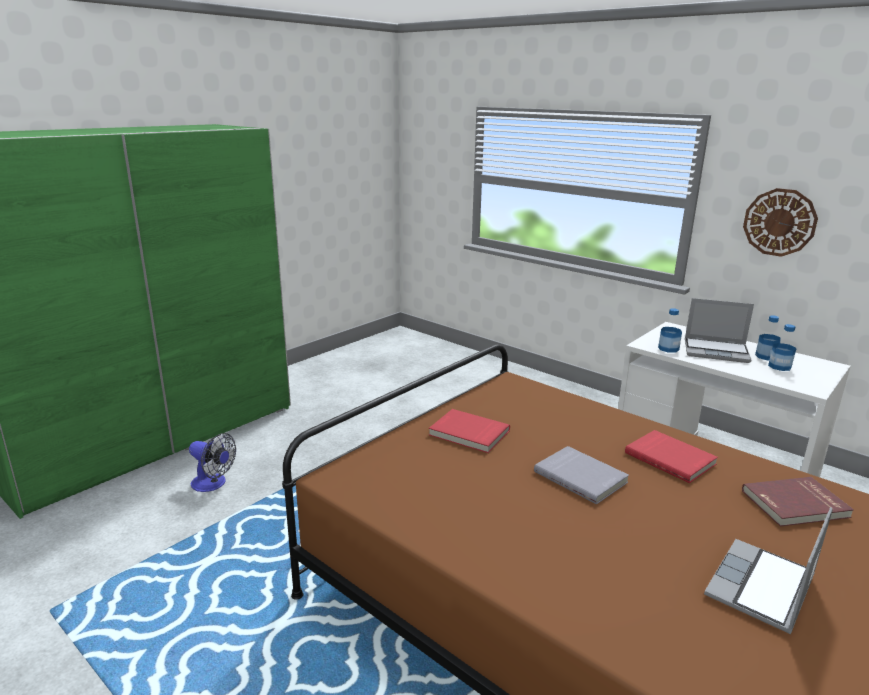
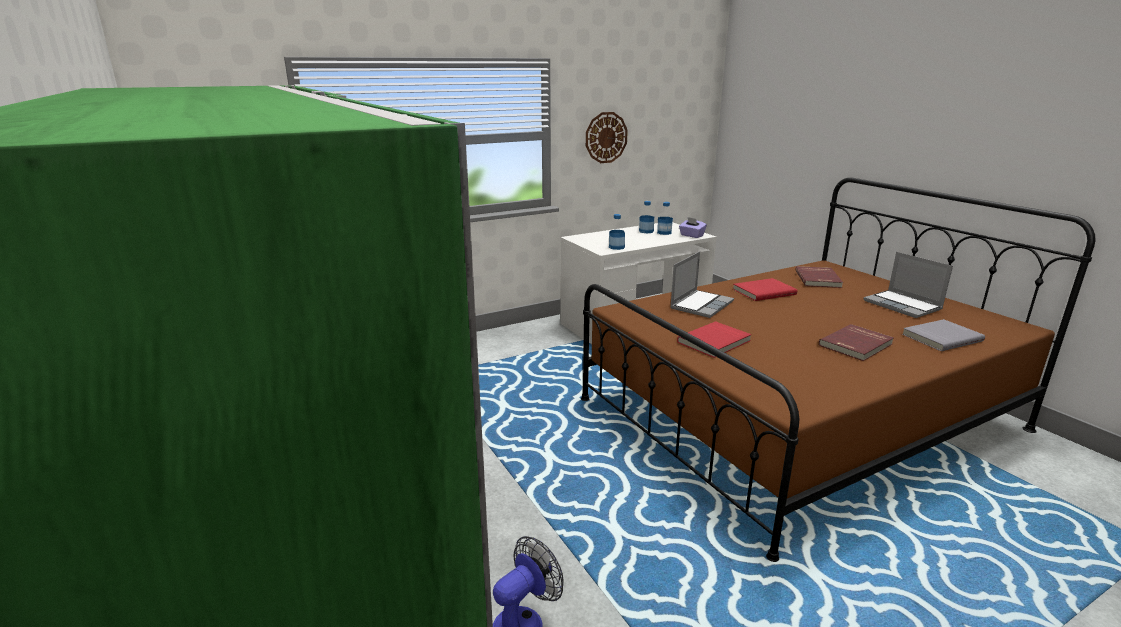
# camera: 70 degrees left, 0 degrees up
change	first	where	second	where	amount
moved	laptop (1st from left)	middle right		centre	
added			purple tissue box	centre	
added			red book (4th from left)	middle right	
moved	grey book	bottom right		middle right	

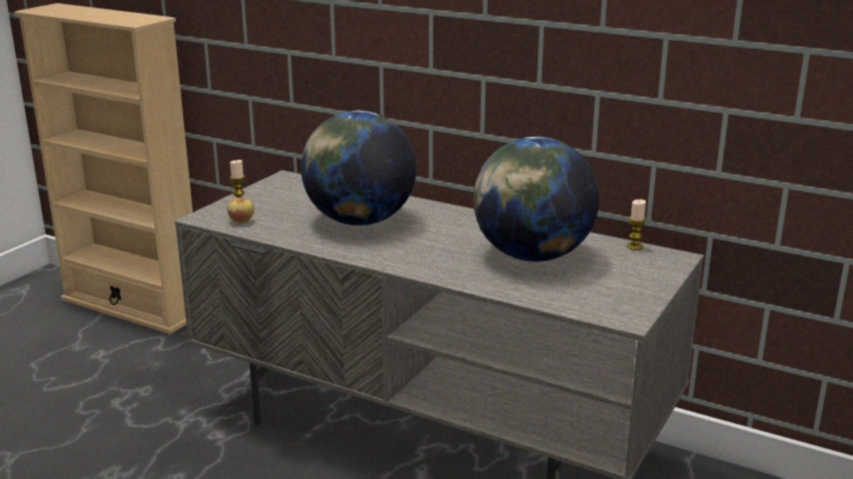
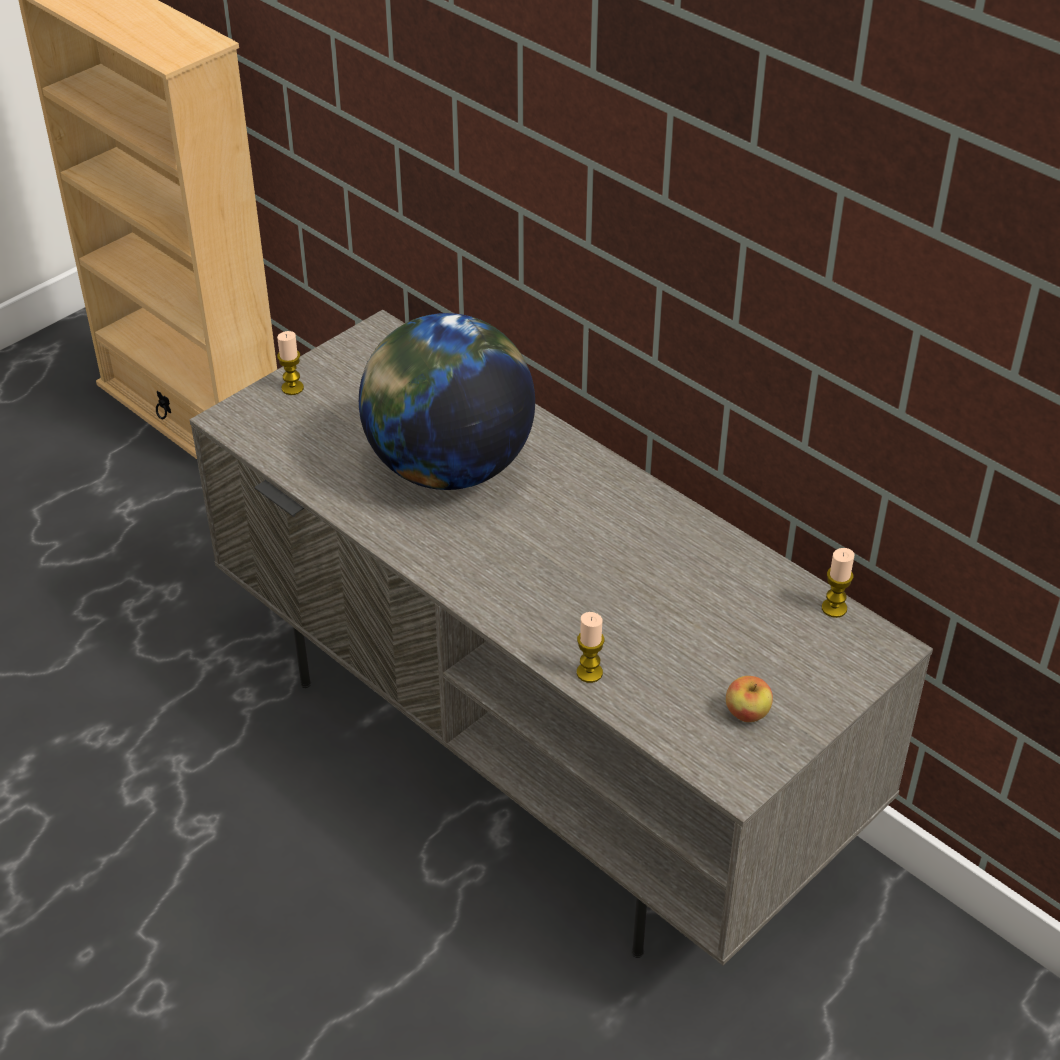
# camera: 15 degrees right, 20 degrees up
change	first	where	second	where	amount
added			candle (2nd from left)	centre	
moved	apple	middle left		middle right	
removed	globe (2nd from left)	centre			

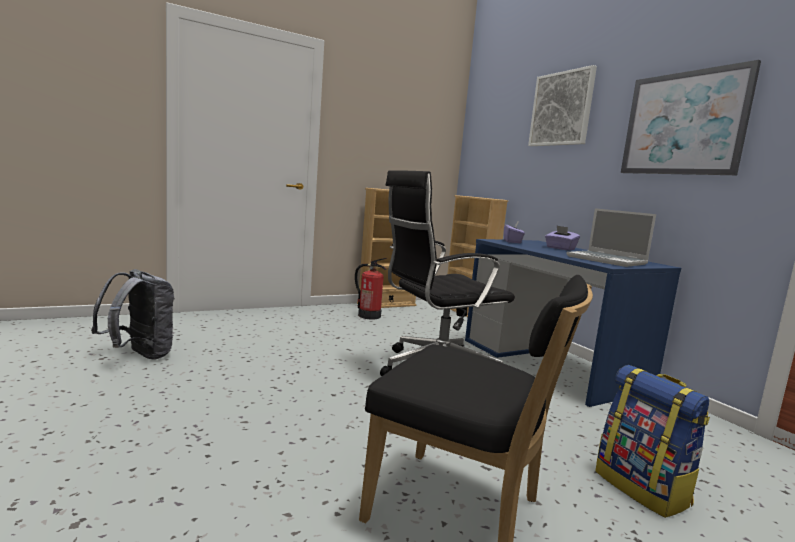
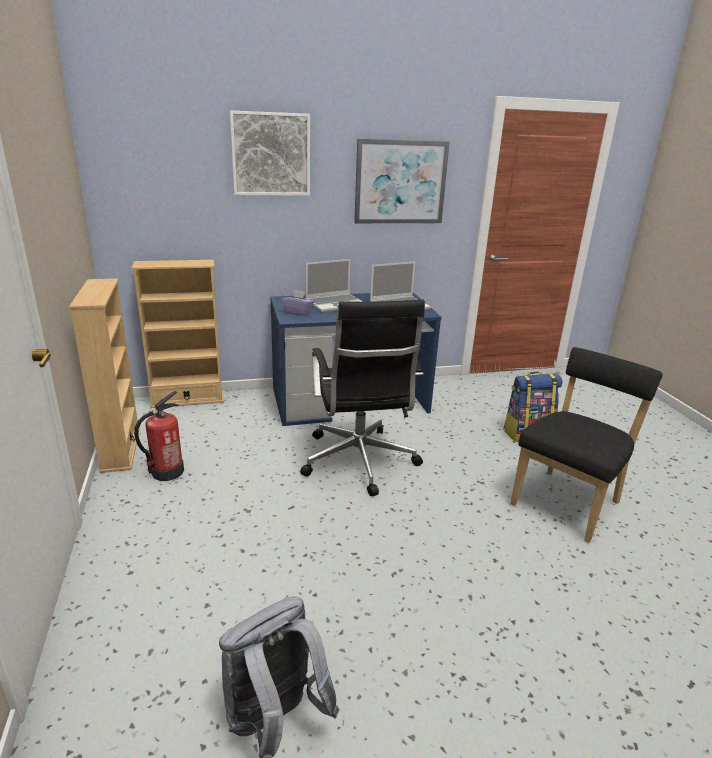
# camera: 75 degrees left, 15 degrees up
change	first	where	second	where	amount
replaced	purple tissue box (2nd from left)	middle right	laptop (1st from left)	centre	

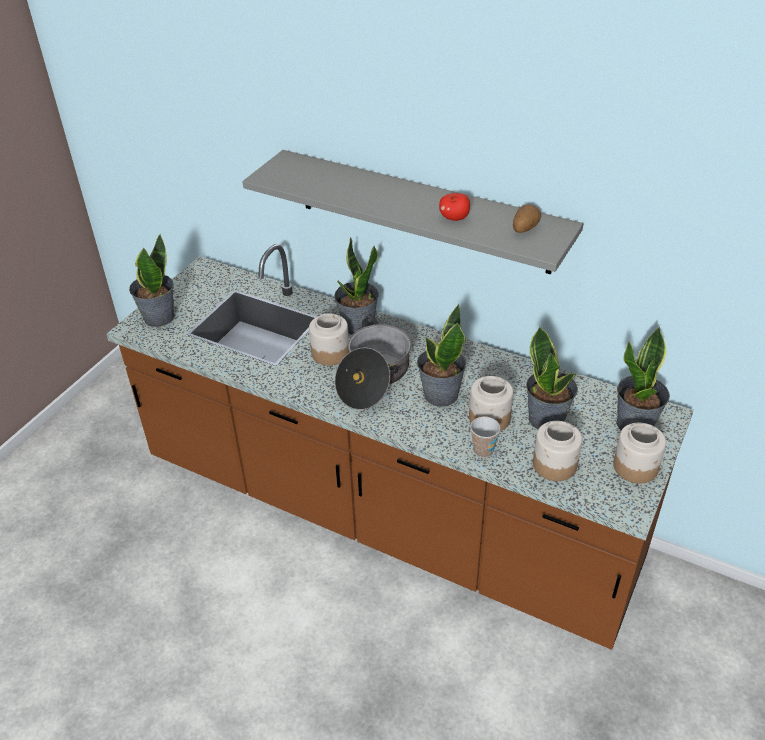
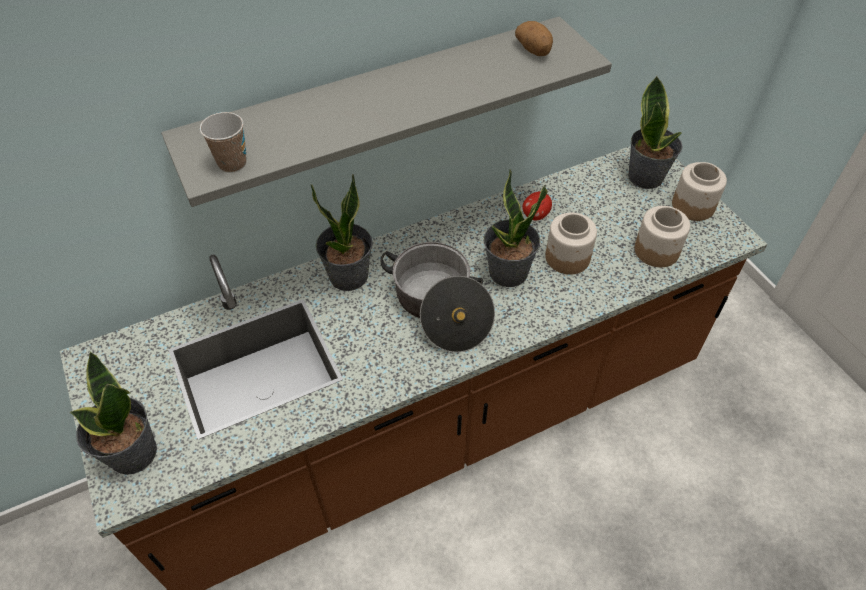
# camera: 55 degrees left, 10 degrees up
change	first	where	second	where	amount
moved	cup	centre		top left	
moved	apple	top centre		centre	
removed	jar (1st from left)	centre			
removed	potted plant (4th from left)	middle right			

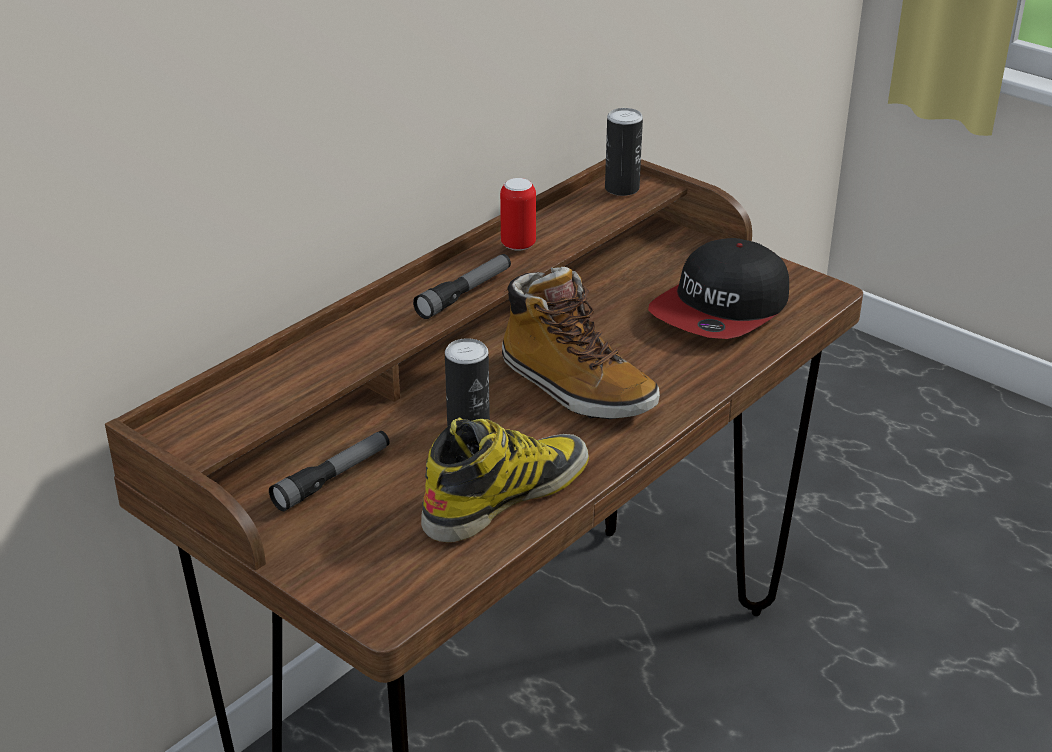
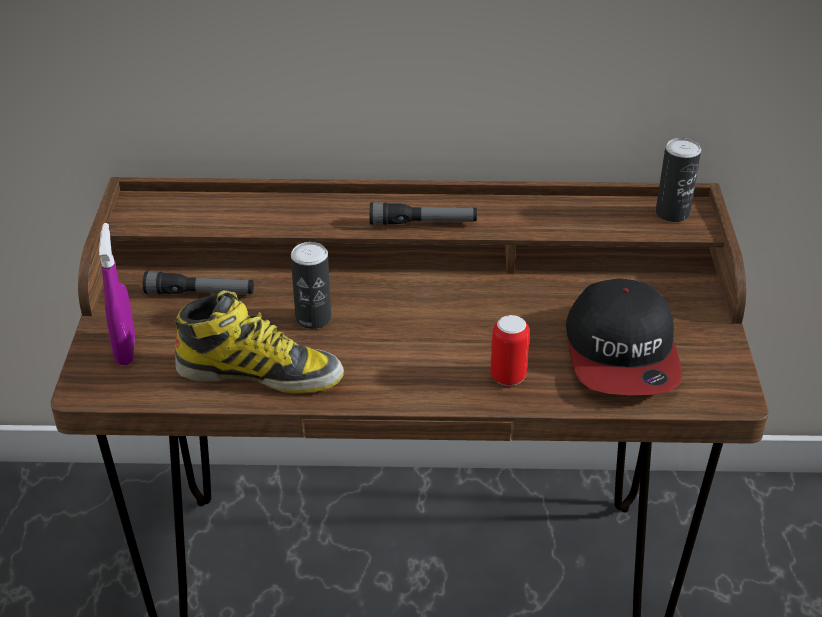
# camera: 50 degrees right, 5 degrees up
change	first	where	second	where	amount
added			purple spray bottle	middle left	
moved	can (2nd from left)	top centre		centre	
turned	cap	middle right		middle right	90 degrees counterclockwise
removed	boot (2nd from left)	centre			

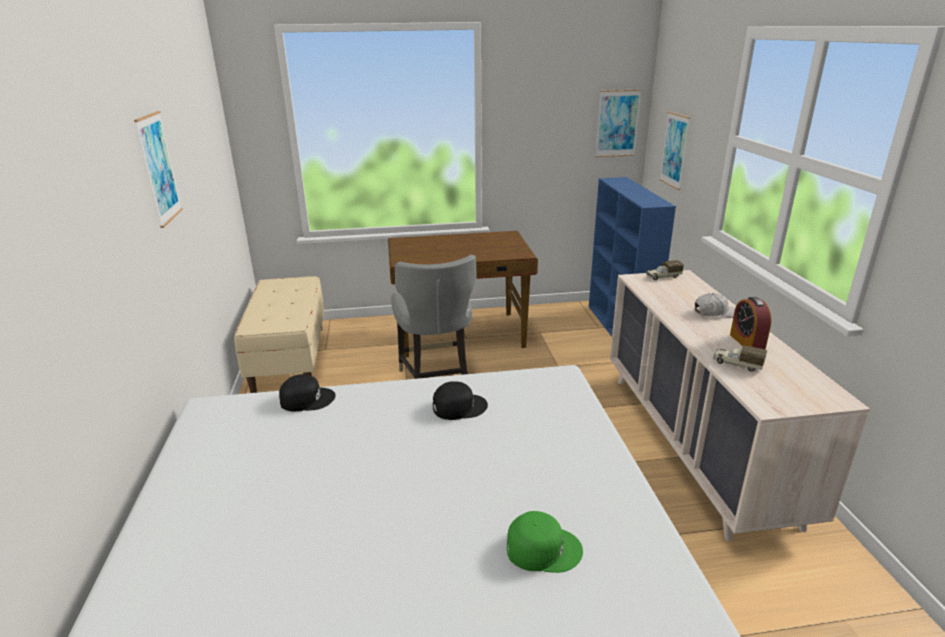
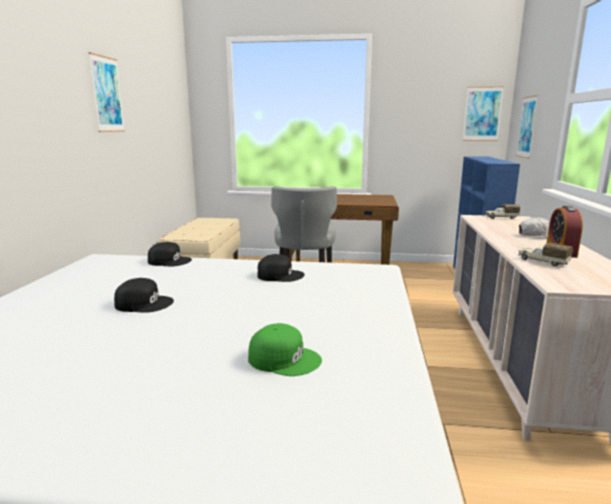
# camera: 15 degrees right, 10 degrees down
change	first	where	second	where	amount
added			black cap (1st from left)	middle left	

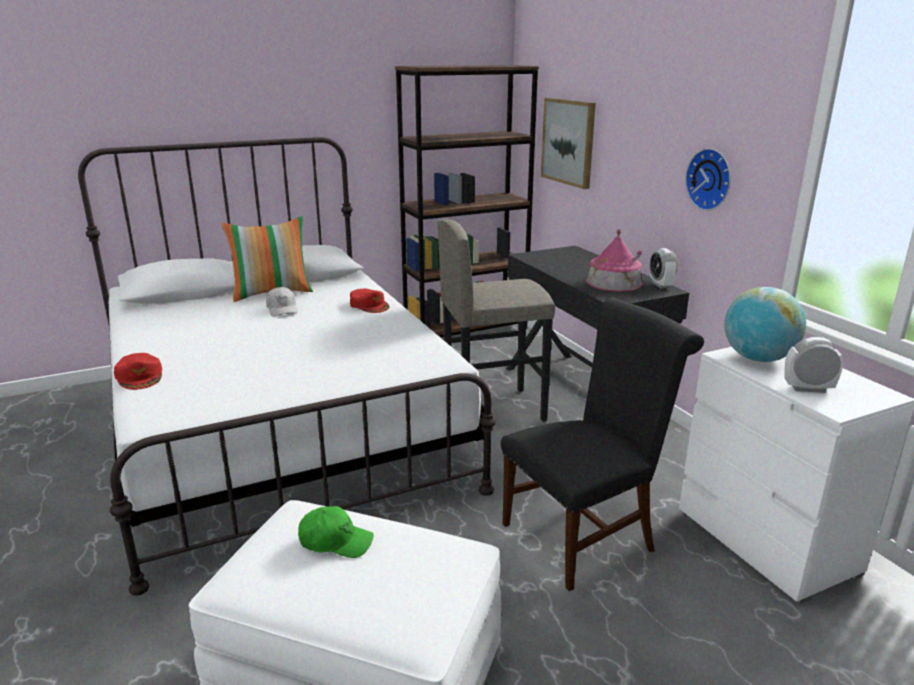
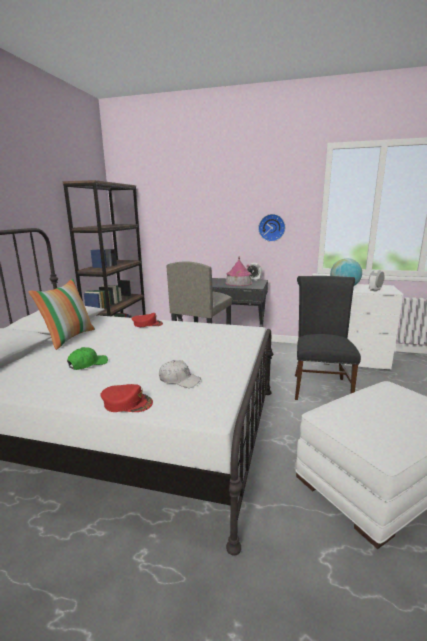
# camera: 50 degrees left, 5 degrees down
change	first	where	second	where	amount
moved	green cap	bottom centre		middle left	
moved	white cap	middle left		centre	
removed	picture	top centre			

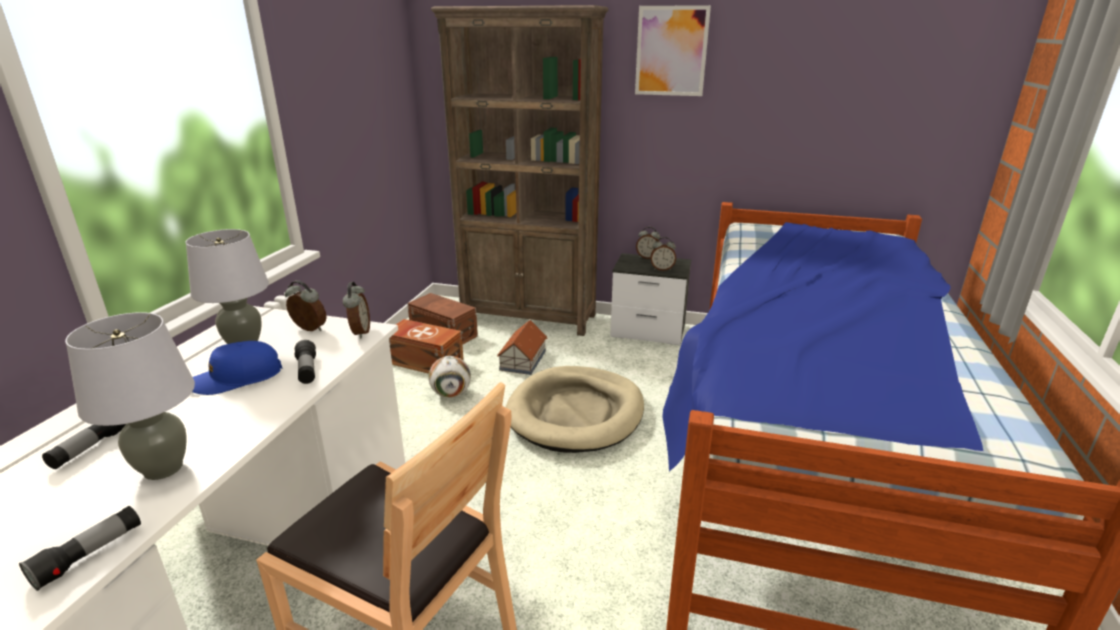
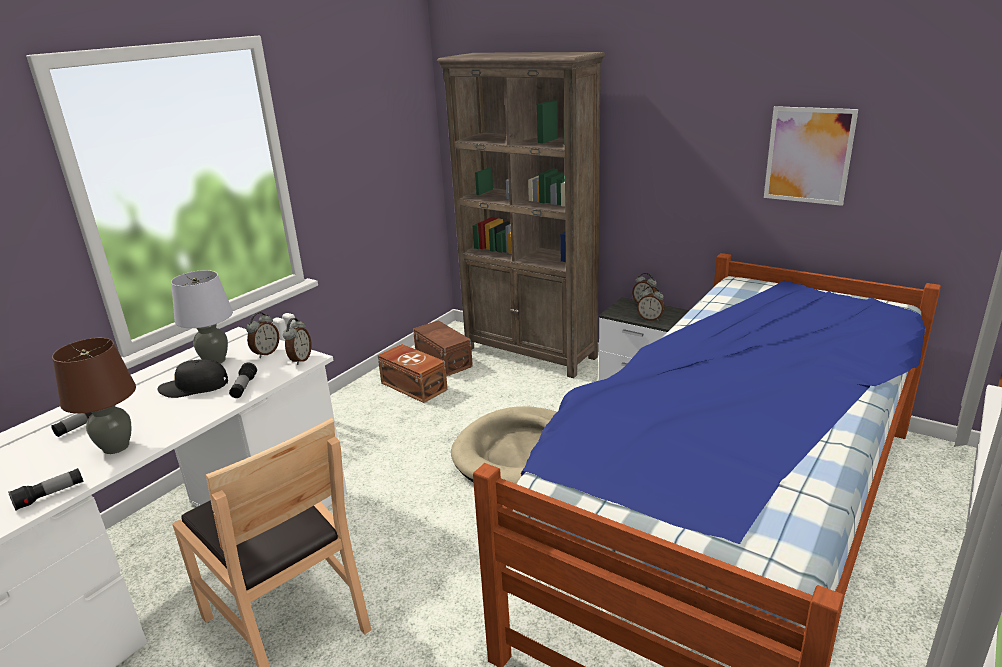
# camera: 20 degrees right, 0 degrees up
change	first	where	second	where	amount
recoloured	grey table lamp (1st from left)	middle left	brown table lamp	middle left	
recoloured	blue cap	middle left	black cap	middle left	
turned	alarm clock (1st from left)	middle left		middle left	75 degrees clockwise
moved	picture	top centre		top right	
removed	football	centre			
removed	toy house	centre			

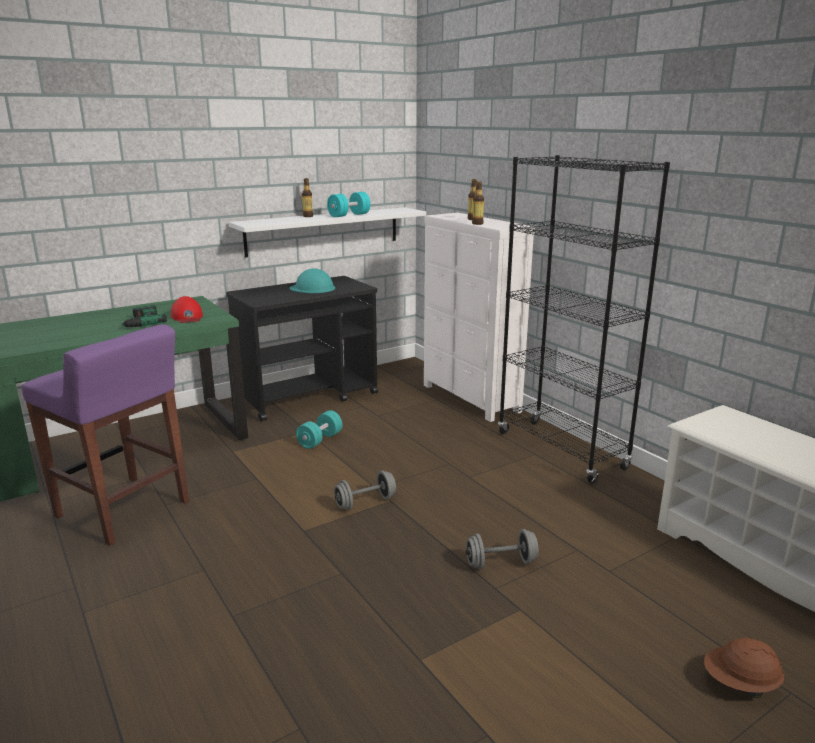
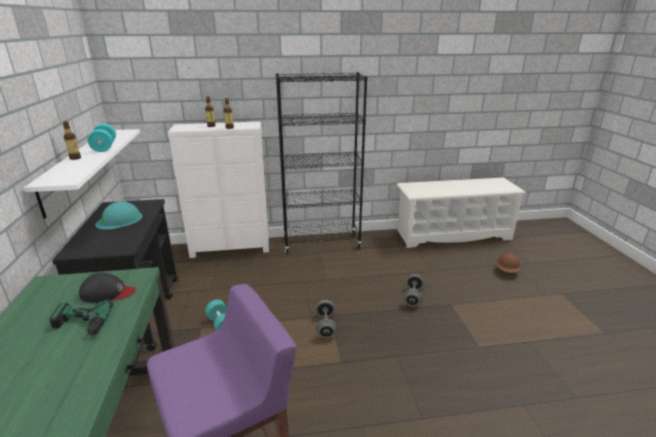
# camera: 65 degrees left, 5 degrees up
change	first	where	second	where	amount
recoloured	red cap	middle left	black cap	middle left	

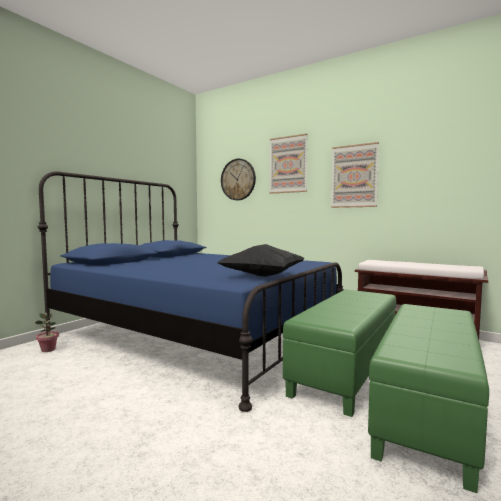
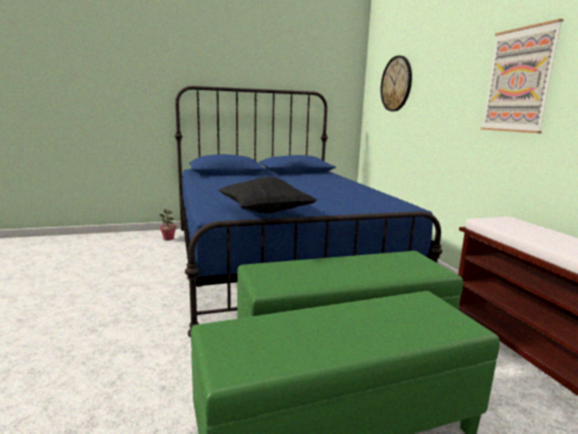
# camera: 40 degrees right, 10 degrees up
change	first	where	second	where	amount
removed	picture (1st from left)	top centre			

